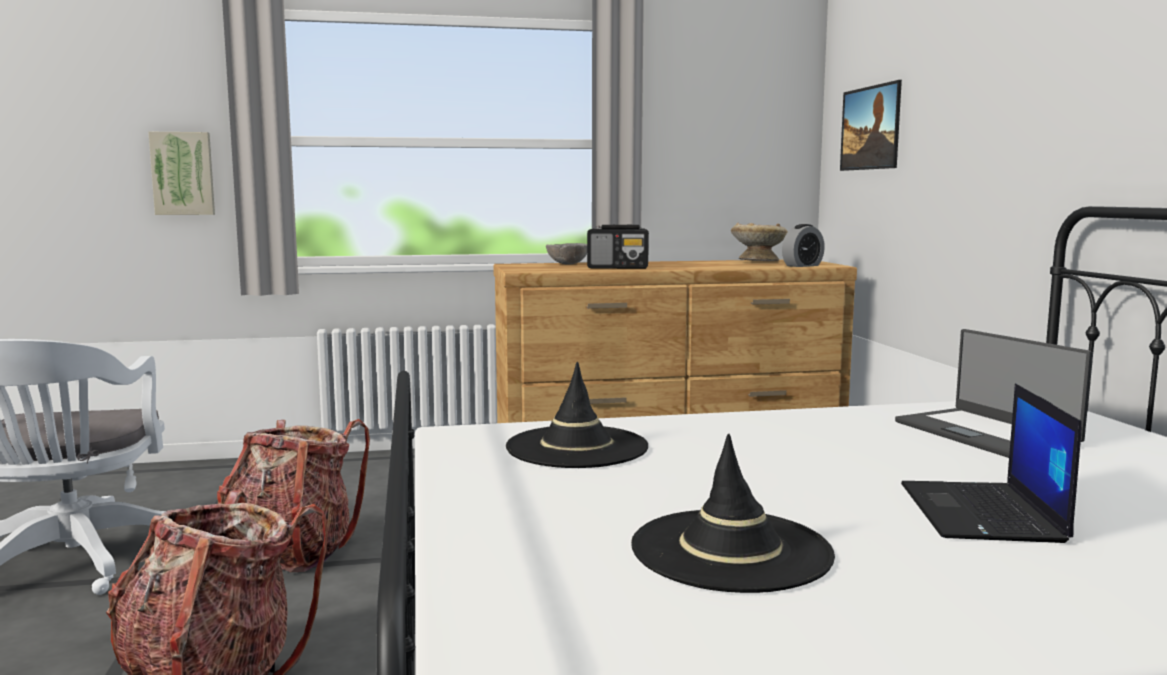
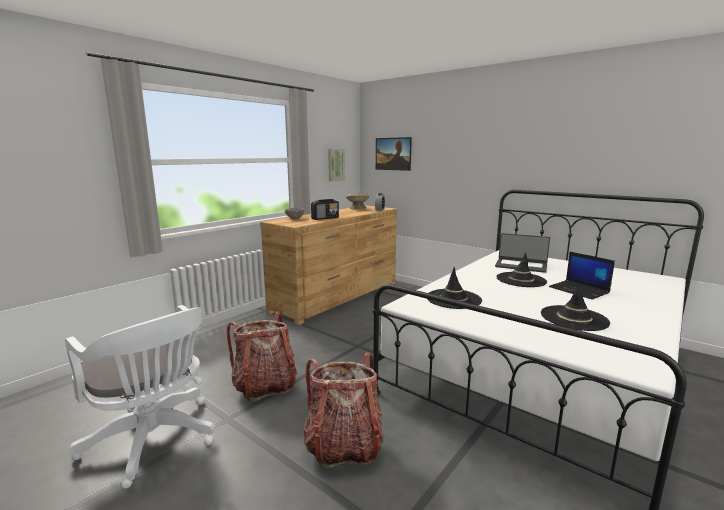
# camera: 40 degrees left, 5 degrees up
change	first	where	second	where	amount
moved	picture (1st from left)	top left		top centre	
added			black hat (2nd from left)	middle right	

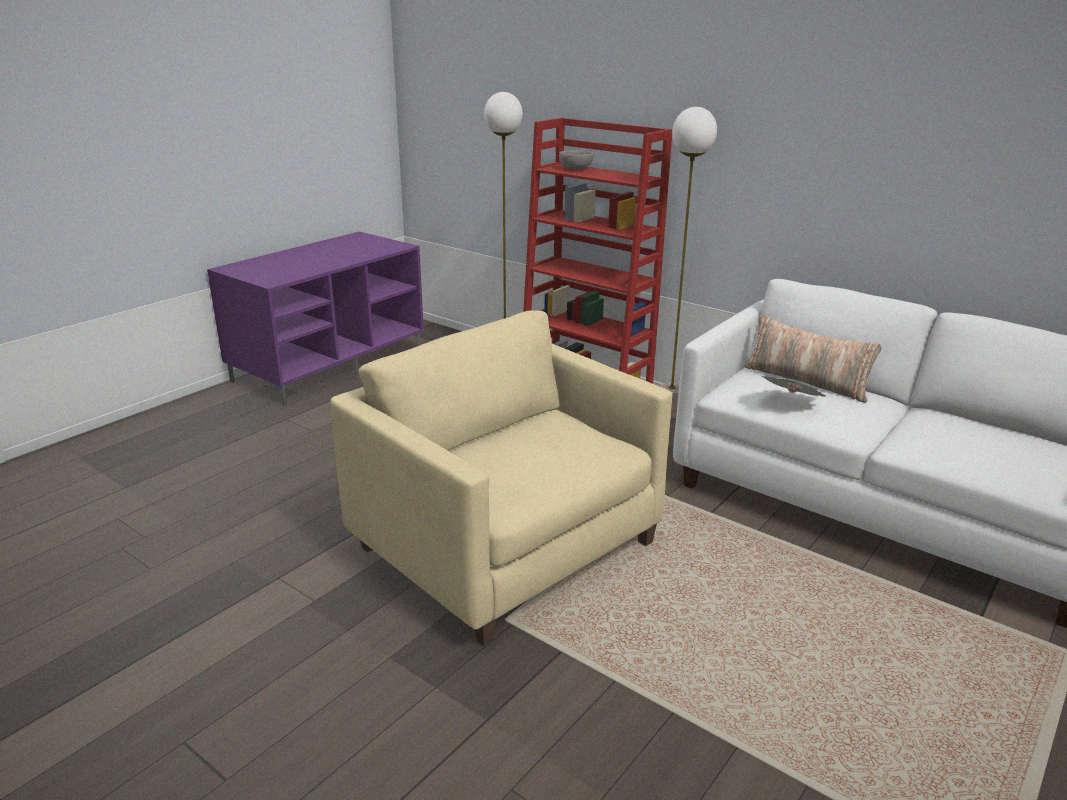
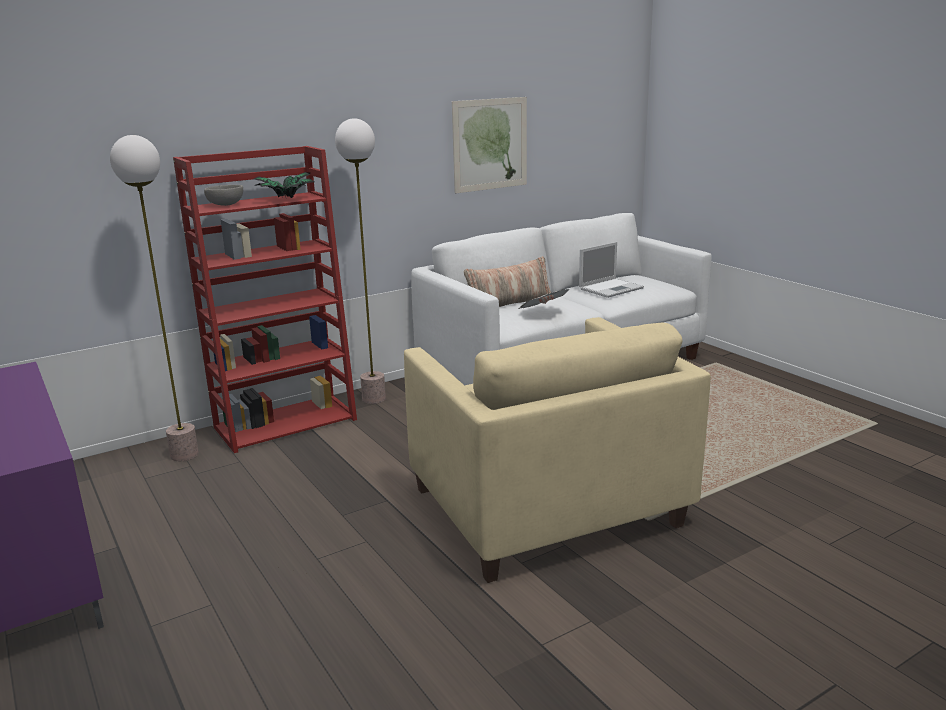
# camera: 70 degrees left, 5 degrees down
change	first	where	second	where	amount
added			potted plant	top left	
turned	beige armchair	centre		centre	90 degrees counterclockwise
added			picture	top centre	
added			laptop	centre	

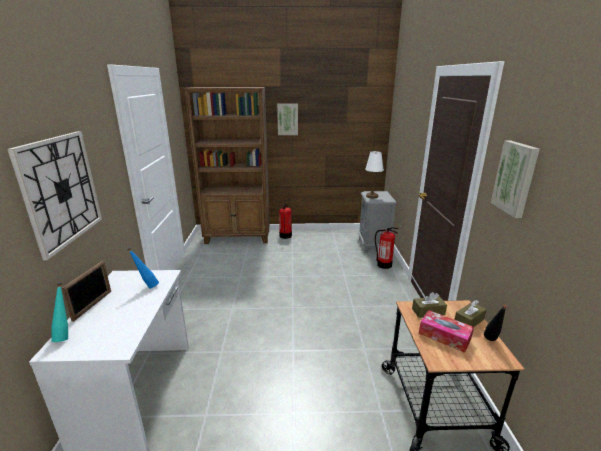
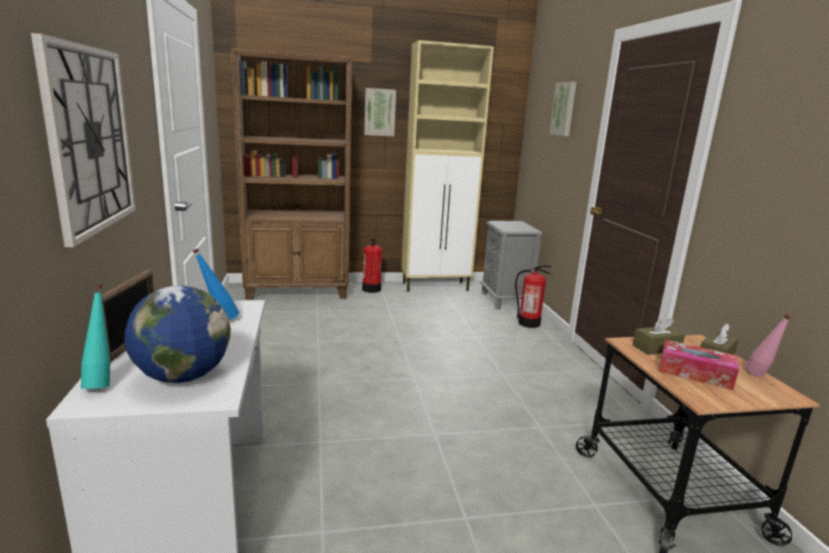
# camera: 10 degrees left, 5 degrees down
change	first	where	second	where	amount
added			globe	middle left	
added			beige cabinet	top centre	
moved	picture (2nd from left)	middle right		top right	
recoloured	black bottle	bottom right	pink bottle	middle right	
removed	white table lamp	centre			

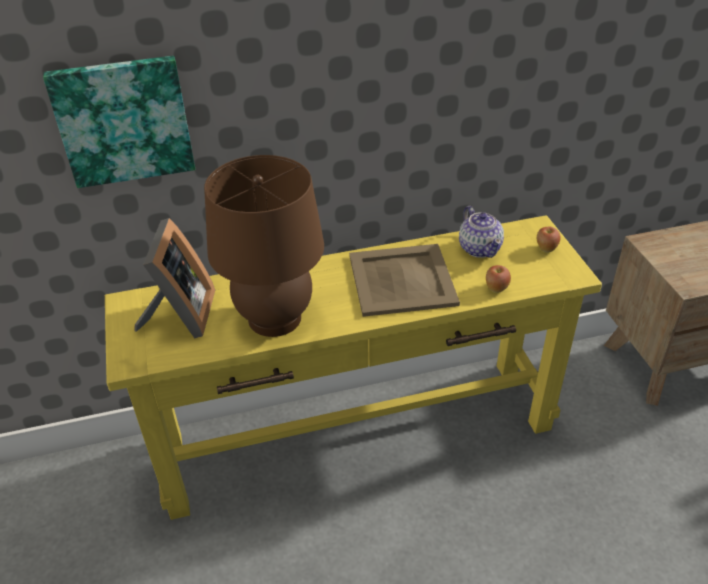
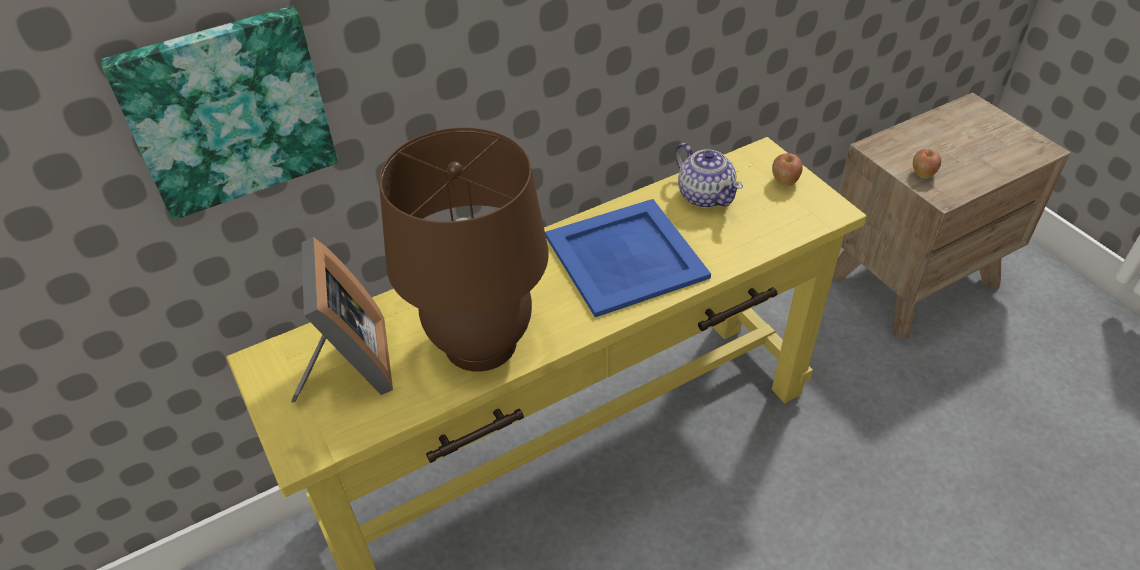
# camera: 15 degrees left, 5 degrees up
change	first	where	second	where	amount
recoloured	beige tray	centre	blue tray	centre	
moved	apple (1st from left in the first image)	middle right	apple (2nd from left)	top right	

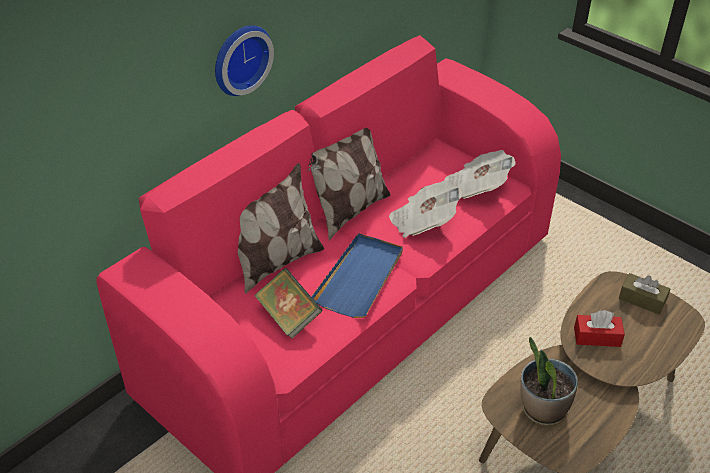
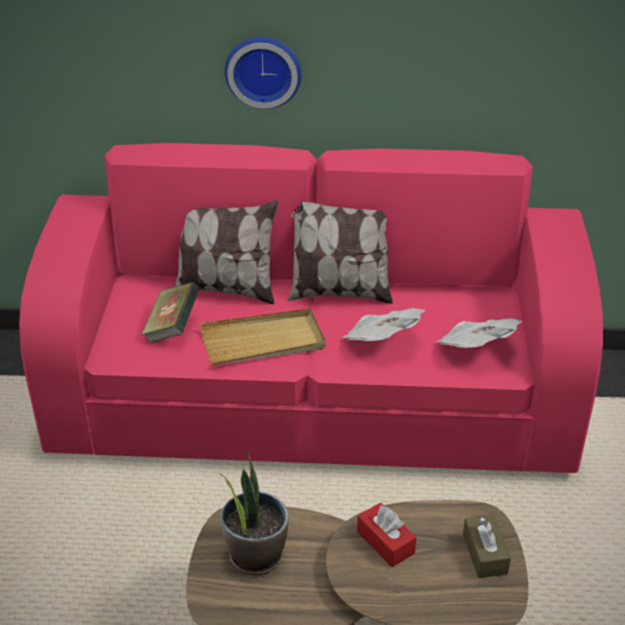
# camera: 50 degrees right, 5 degrees down
change	first	where	second	where	amount
recoloured	blue tray	centre	beige tray	centre	

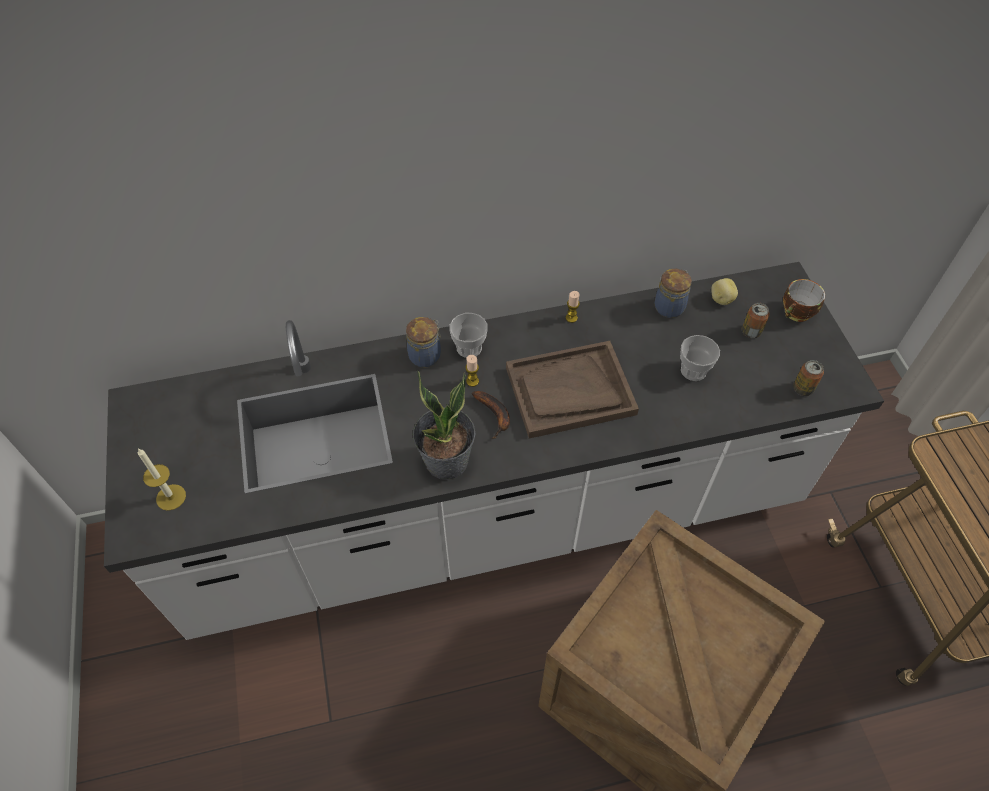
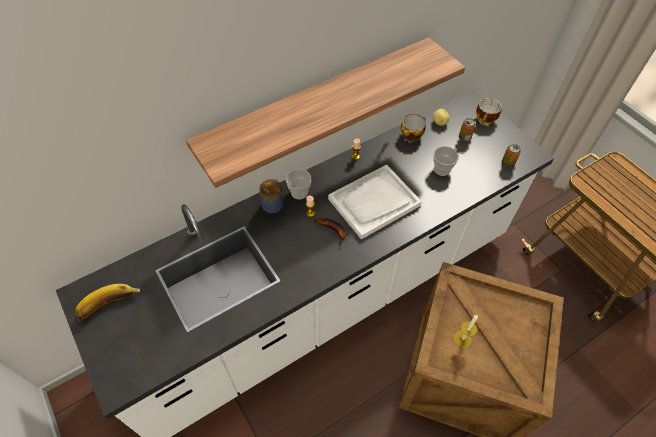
# camera: 20 degrees left, 0 degrees up
change	first	where	second	where	amount
added			banana (1st from left)	bottom left	
added			shelf	top centre	
recoloured	brown tray	centre	white tray	centre	
replaced	jar (2nd from left)	middle right	cup (2nd from left)	top centre	
moved	candle (1st from left in the first image)	middle left	candle (3rd from left)	bottom right	
removed	potted plant	centre			

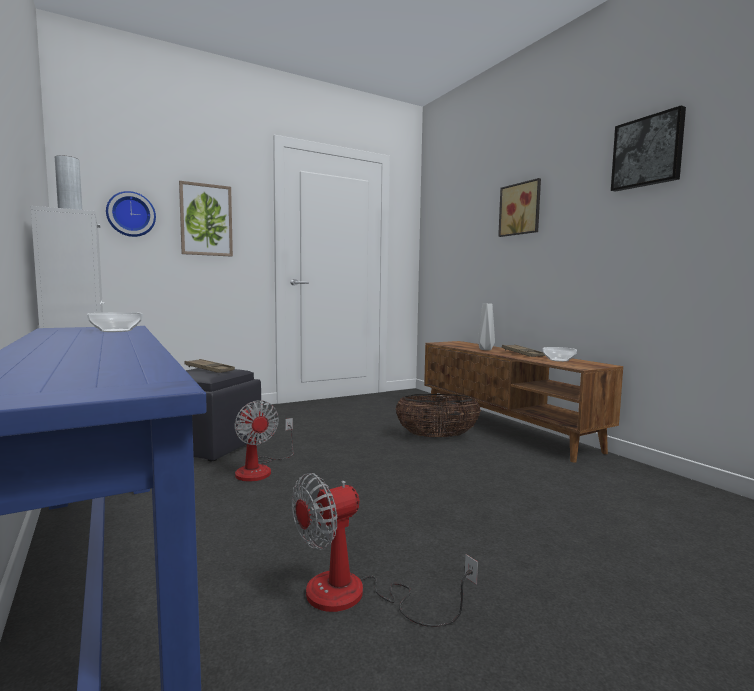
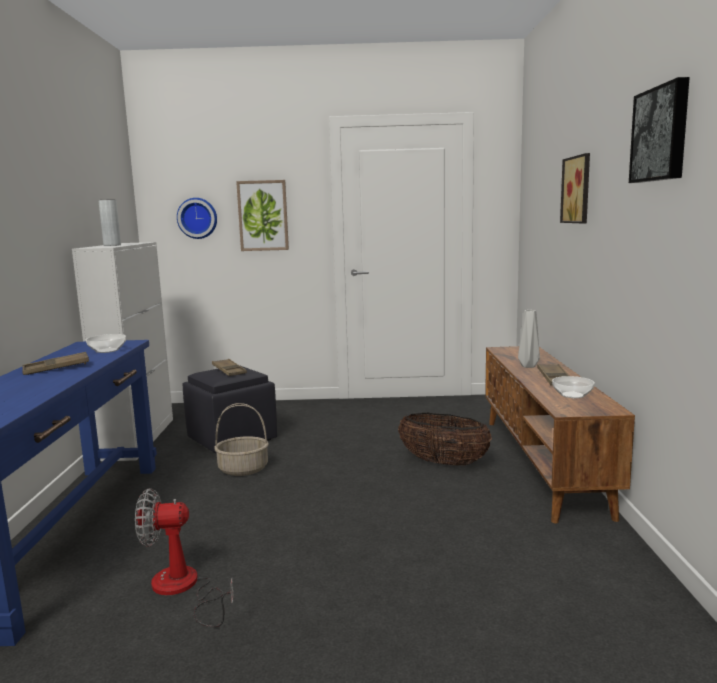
# camera: 30 degrees right, 5 degrees up
change	first	where	second	where	amount
added			brown tray (1st from left)	middle left	
replaced	fan (1st from left)	centre	basket (1st from left)	centre	

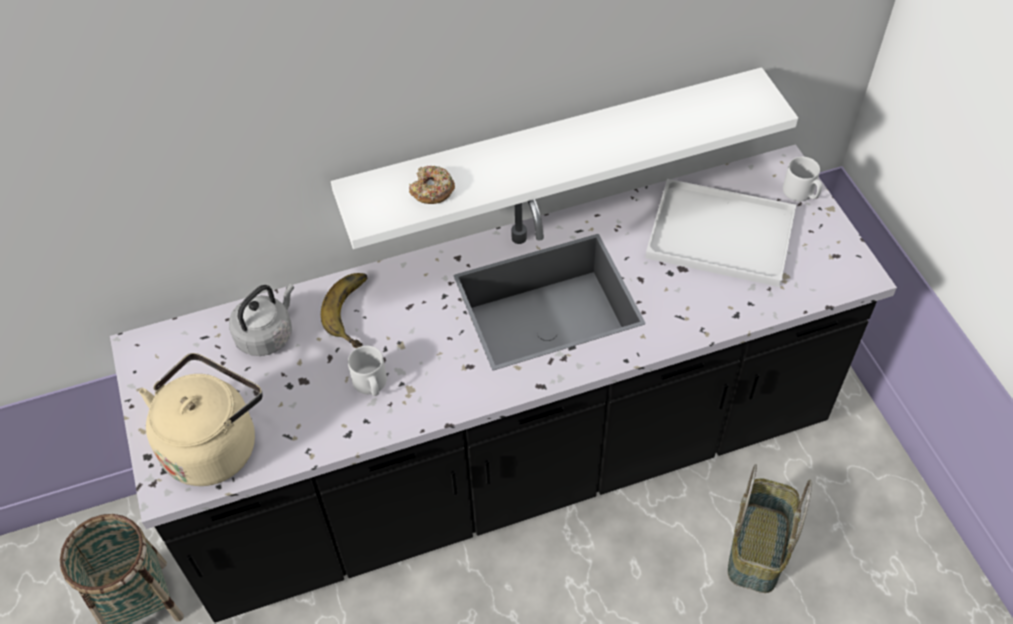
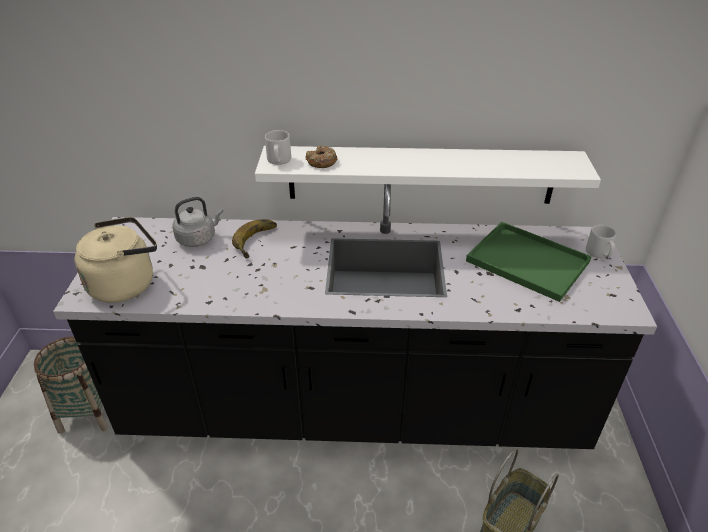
# camera: 20 degrees right, 15 degrees down
change	first	where	second	where	amount
moved	grey mug (1st from left)	centre		top centre	
recoloured	white tray	middle right	green tray	middle right	

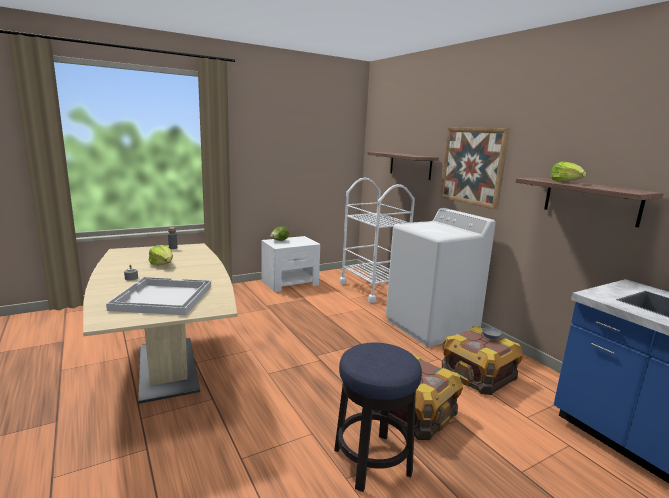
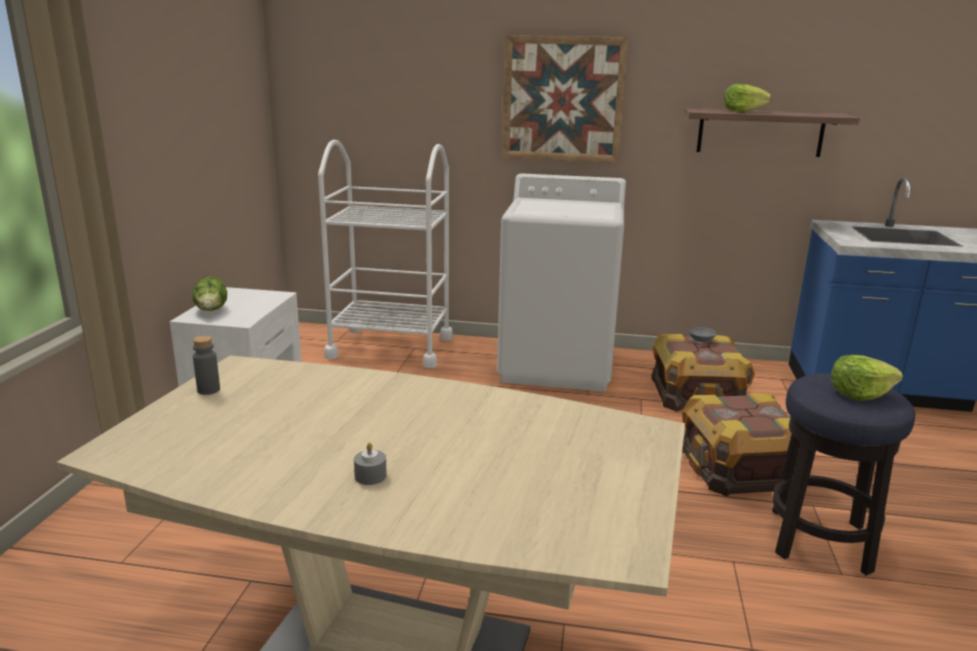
# camera: 50 degrees left, 5 degrees up
change	first	where	second	where	amount
moved	lettuce (1st from left in the first image)	middle left	lettuce (3rd from left)	middle right	
removed	white tray	middle left			
removed	shelf (1st from left)	centre			

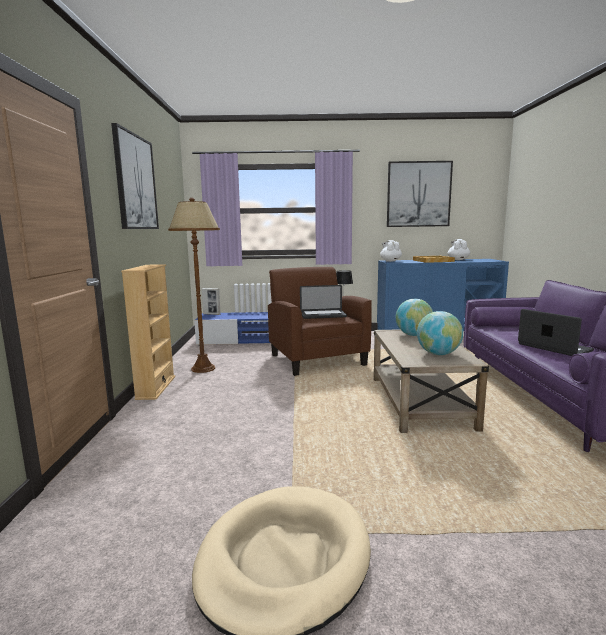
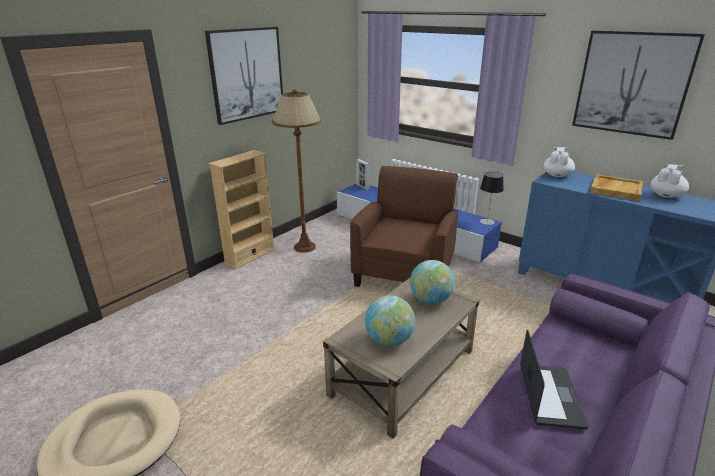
# camera: 40 degrees right, 15 degrees up
change	first	where	second	where	amount
removed	laptop (1st from left)	centre			

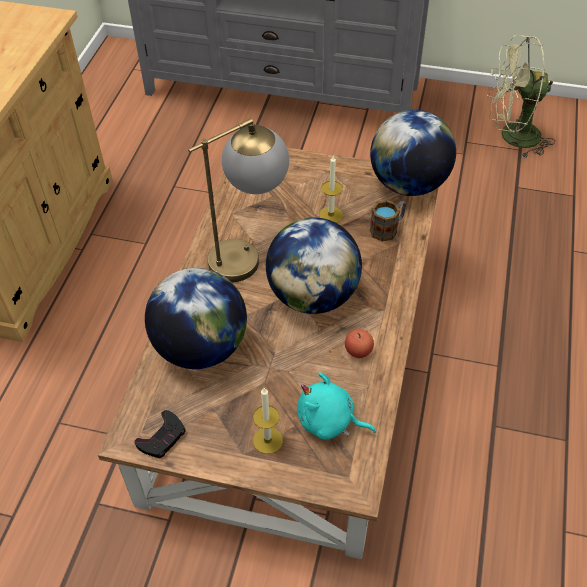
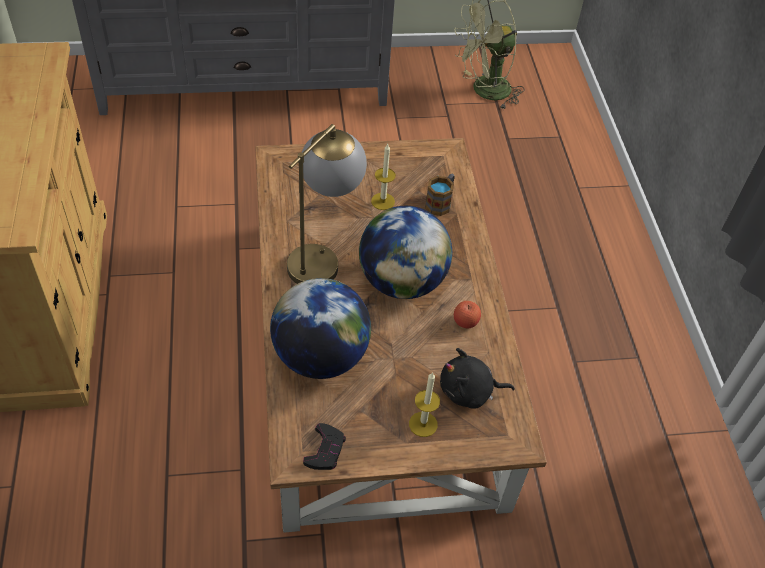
# camera: 25 degrees left, 0 degrees up
change	first	where	second	where	amount
recoloured	turquoise plush toy	bottom centre	black plush toy	centre	
removed	globe (3rd from left)	top right			

